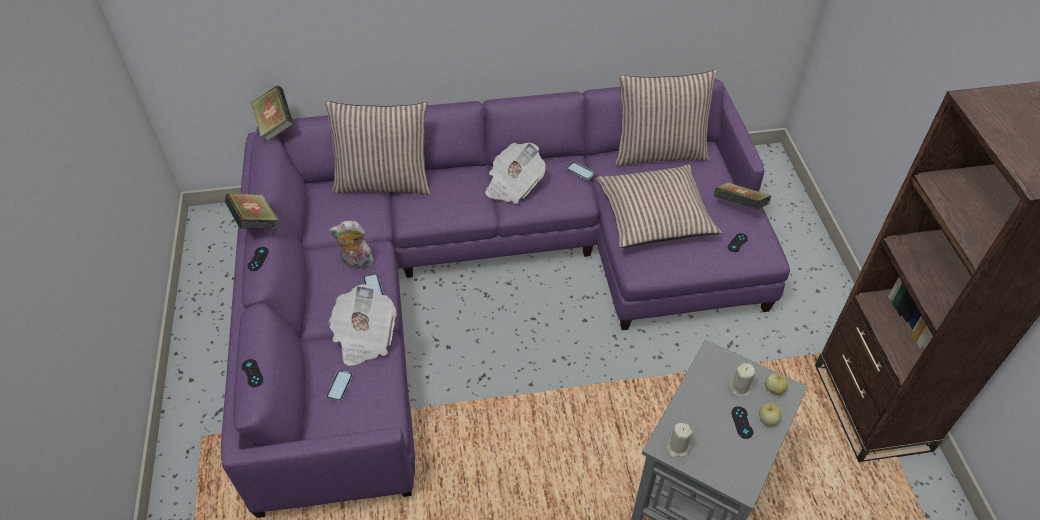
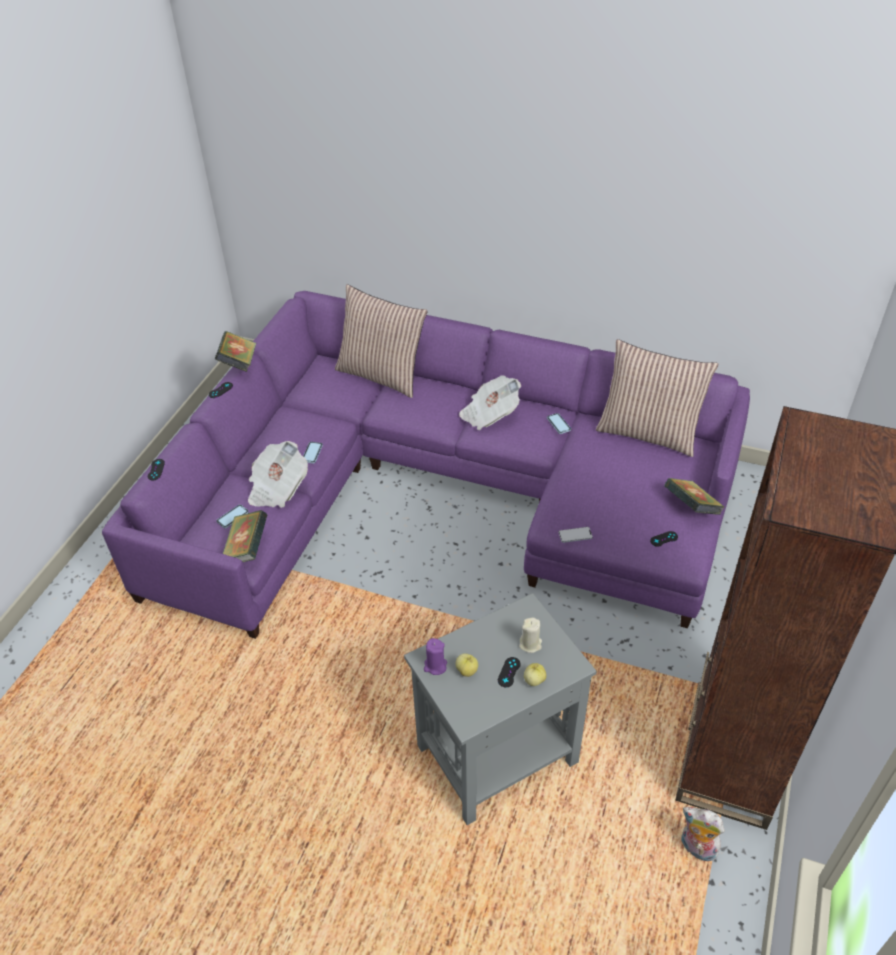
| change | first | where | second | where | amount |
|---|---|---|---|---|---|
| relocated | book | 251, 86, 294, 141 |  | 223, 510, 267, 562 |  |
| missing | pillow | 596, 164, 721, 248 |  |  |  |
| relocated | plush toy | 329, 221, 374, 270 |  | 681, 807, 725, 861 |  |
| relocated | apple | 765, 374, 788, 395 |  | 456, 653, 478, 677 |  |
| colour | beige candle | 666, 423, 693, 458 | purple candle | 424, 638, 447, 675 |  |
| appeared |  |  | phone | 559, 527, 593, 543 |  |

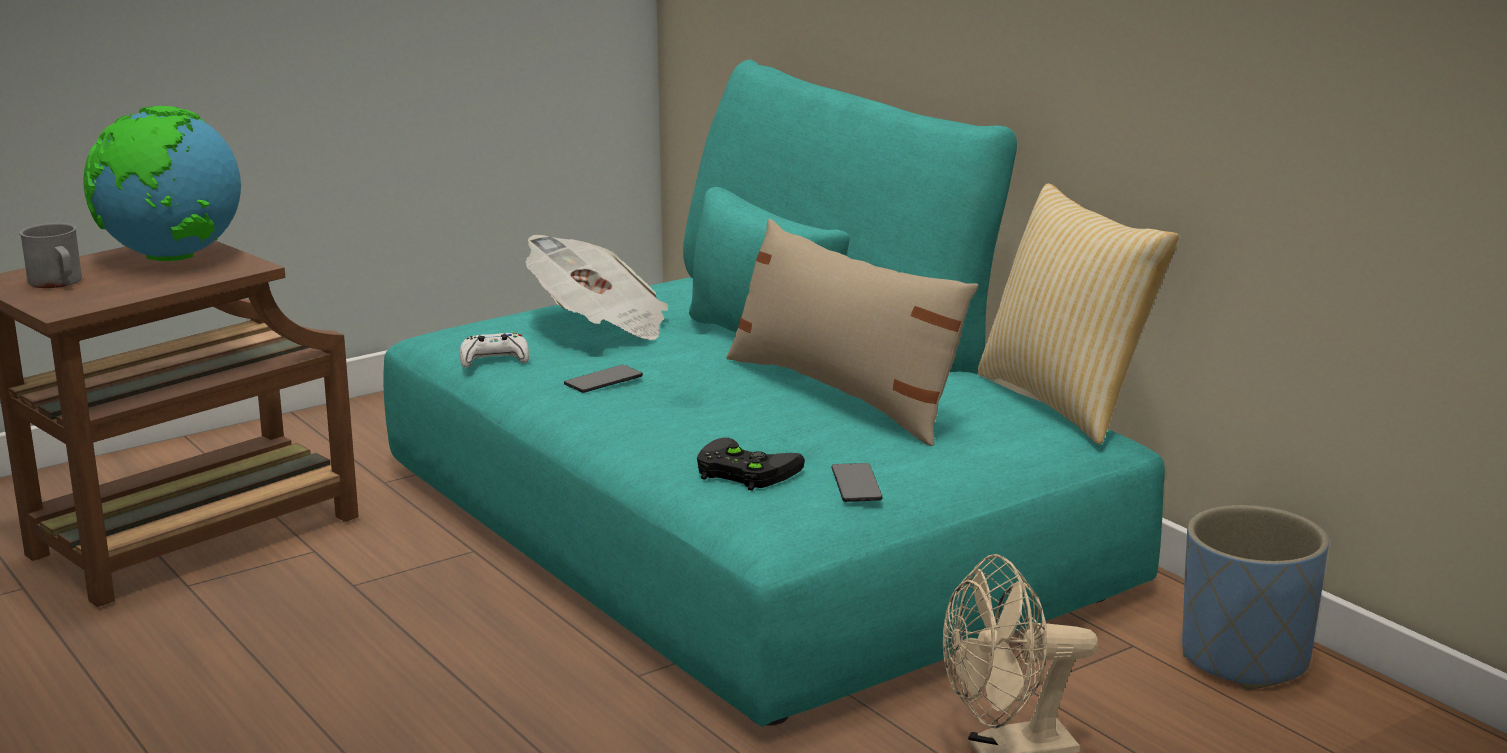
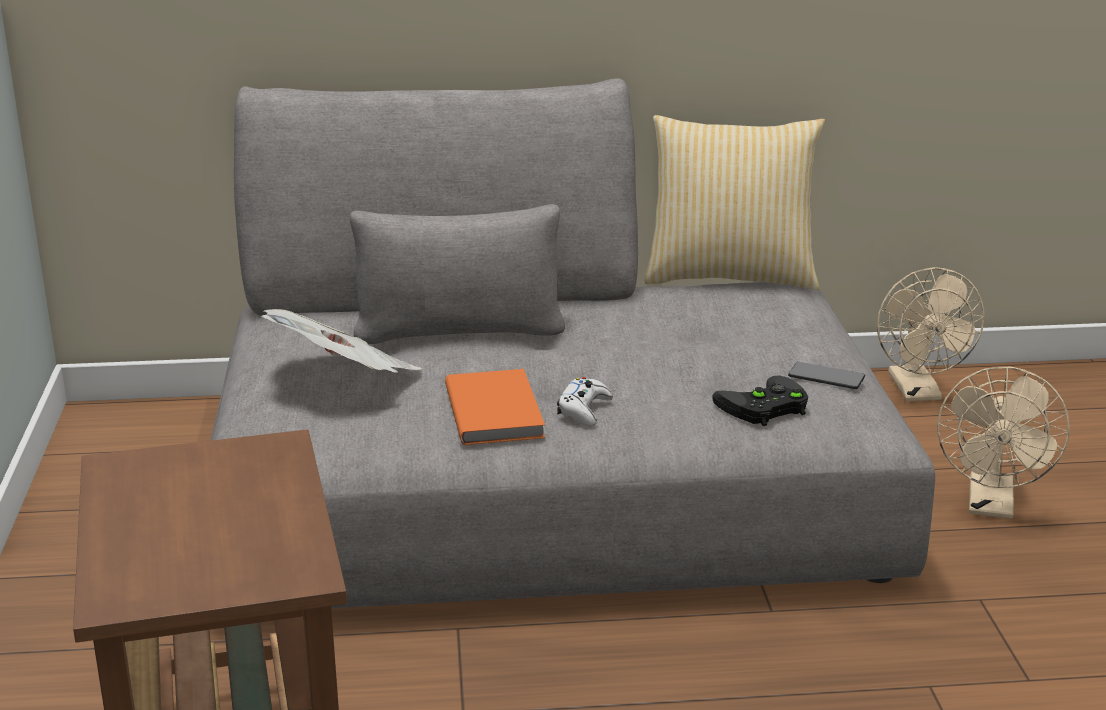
| change | first | where | second | where | amount |
|---|---|---|---|---|---|
| colour | turquoise sofa | 383, 60, 1165, 727 | grey sofa | 210, 78, 935, 608 |  |
| missing | globe | 83, 106, 241, 261 |  |  |  |
| missing | beige pillow | 726, 219, 979, 446 |  |  |  |
| missing | grey mug | 19, 223, 82, 288 |  |  |  |
| relocated | white game controller | 460, 332, 529, 368 |  | 557, 377, 613, 427 |  |
| exchanged | phone | 564, 365, 643, 393 | orange book | 445, 369, 545, 445 |  |
| exchanged | blue planter | 1182, 505, 1329, 690 | beige fan | 877, 267, 984, 401 |  |

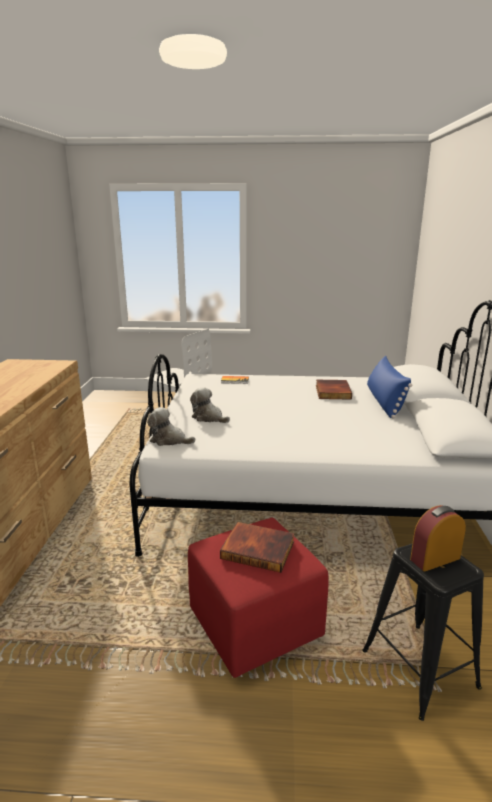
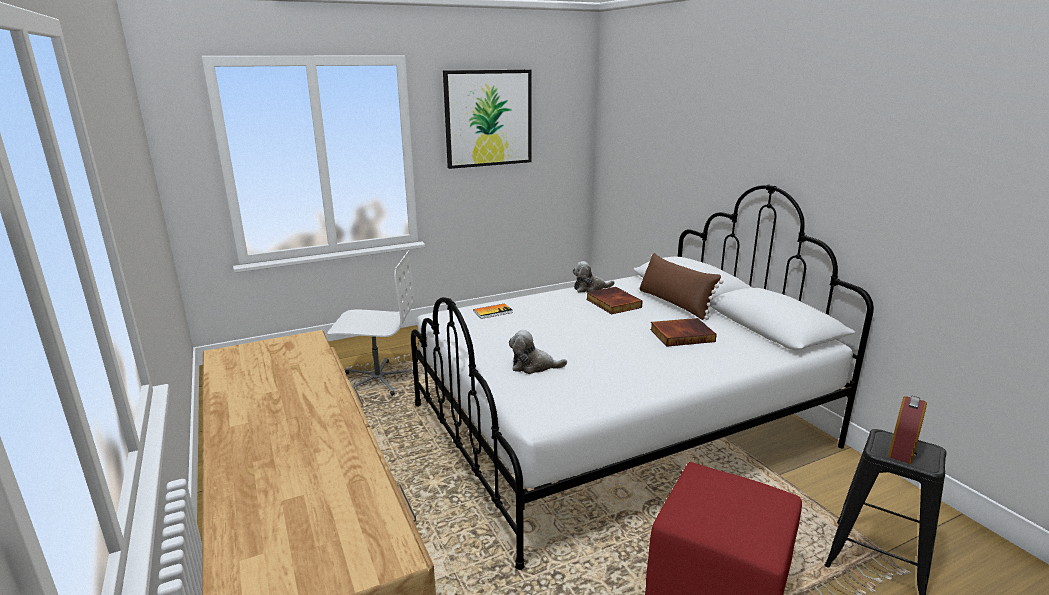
| change | first | where | second | where | amount |
|---|---|---|---|---|---|
| colour | blue pillow | 367, 356, 412, 419 | brown pillow | 639, 253, 723, 320 |  |
| relocated | plush toy | 147, 407, 195, 446 |  | 572, 261, 615, 293 |  |
| relocated | book | 220, 522, 294, 573 |  | 650, 318, 717, 347 |  |
| appeared |  |  | picture | 443, 70, 532, 169 |  |

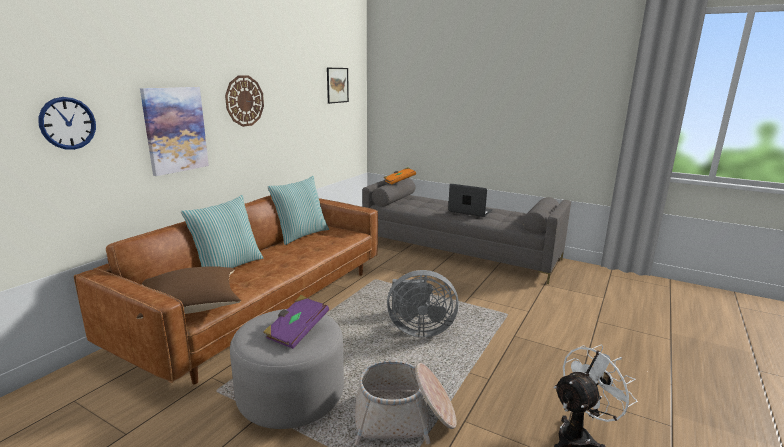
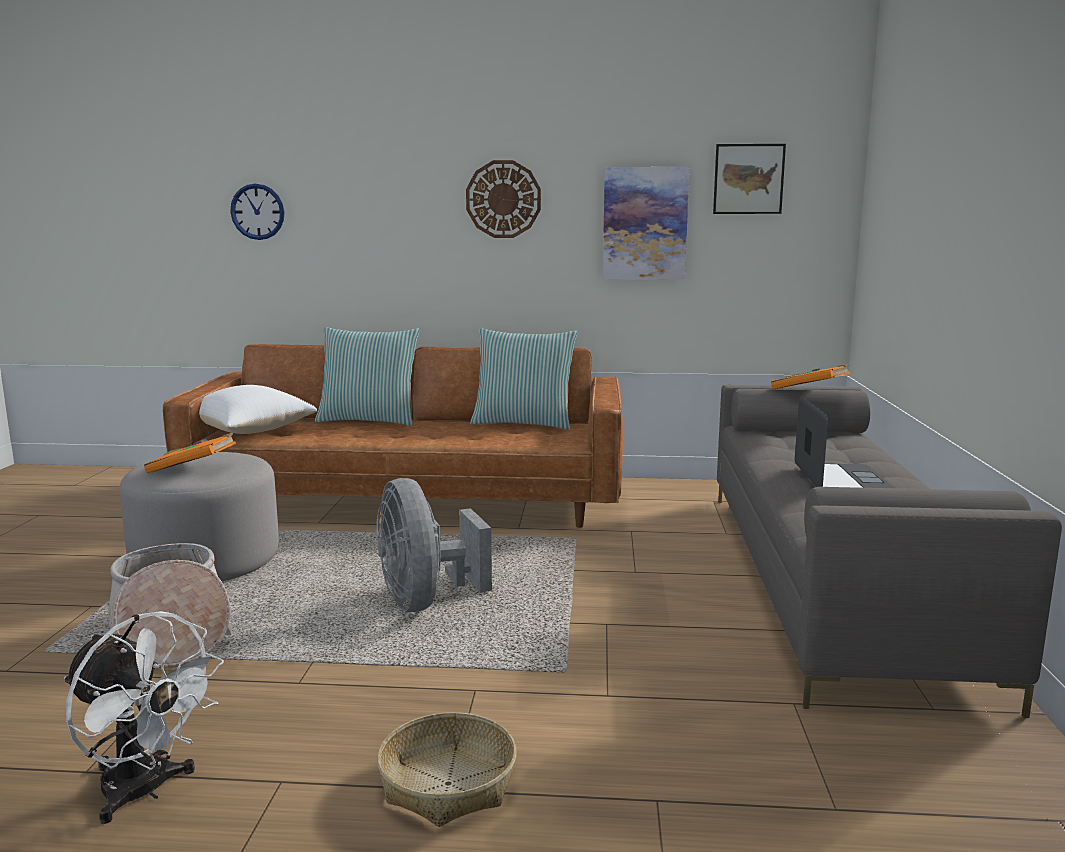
| change | first | where | second | where | amount |
|---|---|---|---|---|---|
| relocated | picture | 140, 87, 209, 176 |  | 603, 167, 689, 280 |  |
| colour | brown pillow | 136, 266, 241, 319 | white pillow | 199, 385, 317, 434 |  |
| colour | purple book | 263, 295, 329, 349 | orange book | 144, 433, 236, 473 |  |
| appeared |  |  | basket | 377, 712, 517, 827 |  |

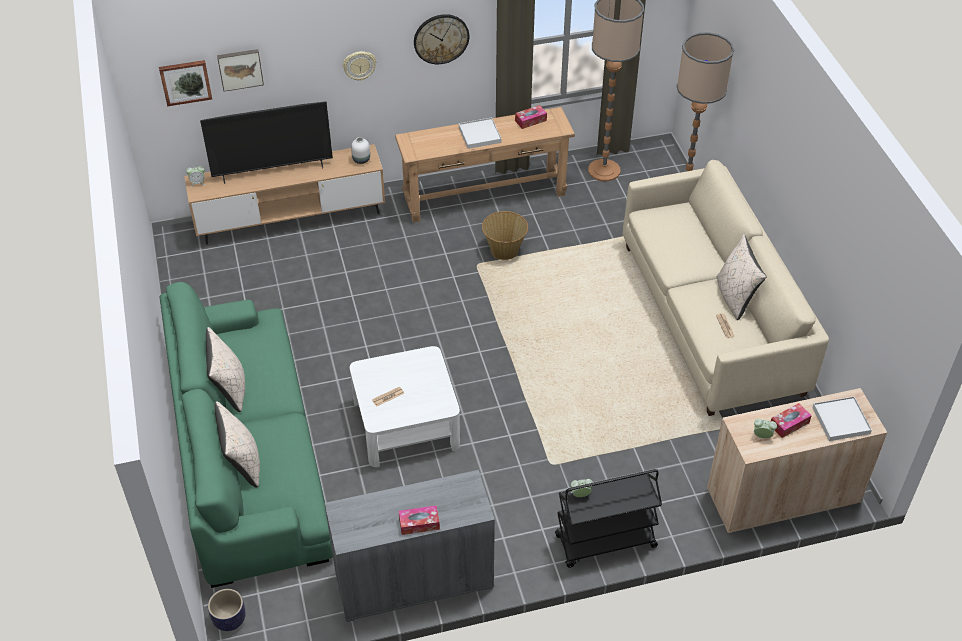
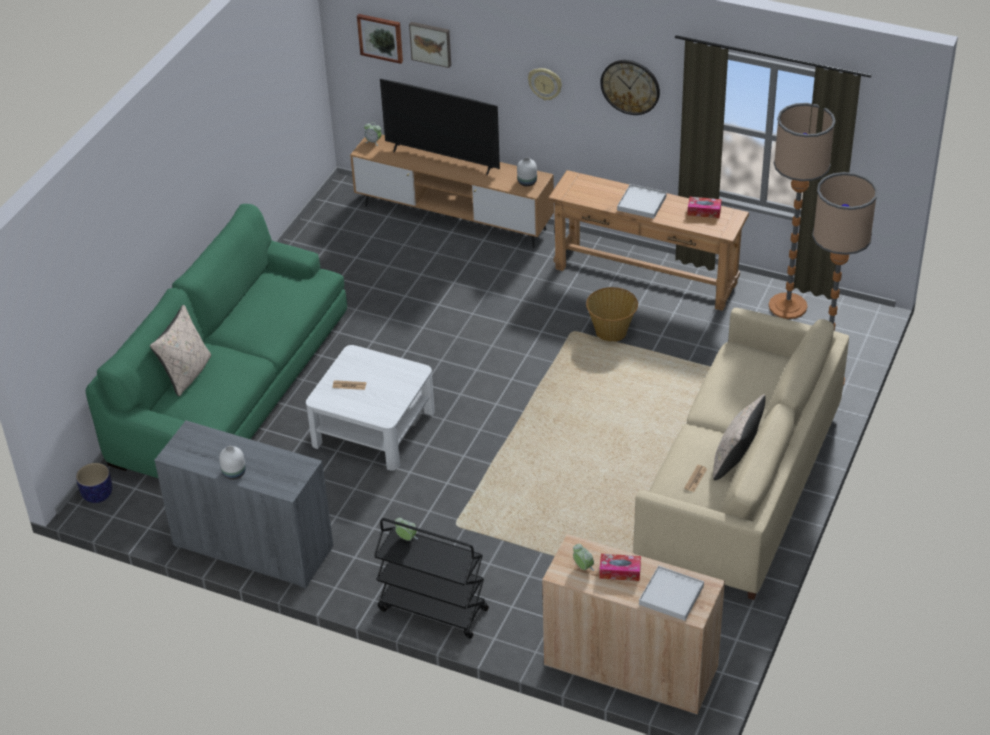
| change | first | where | second | where | amount |
|---|---|---|---|---|---|
| missing | beige pillow | 206, 327, 245, 412 |  |  |  |
| exchanged | tissue box | 399, 505, 440, 535 | white vase | 219, 446, 246, 480 |  |

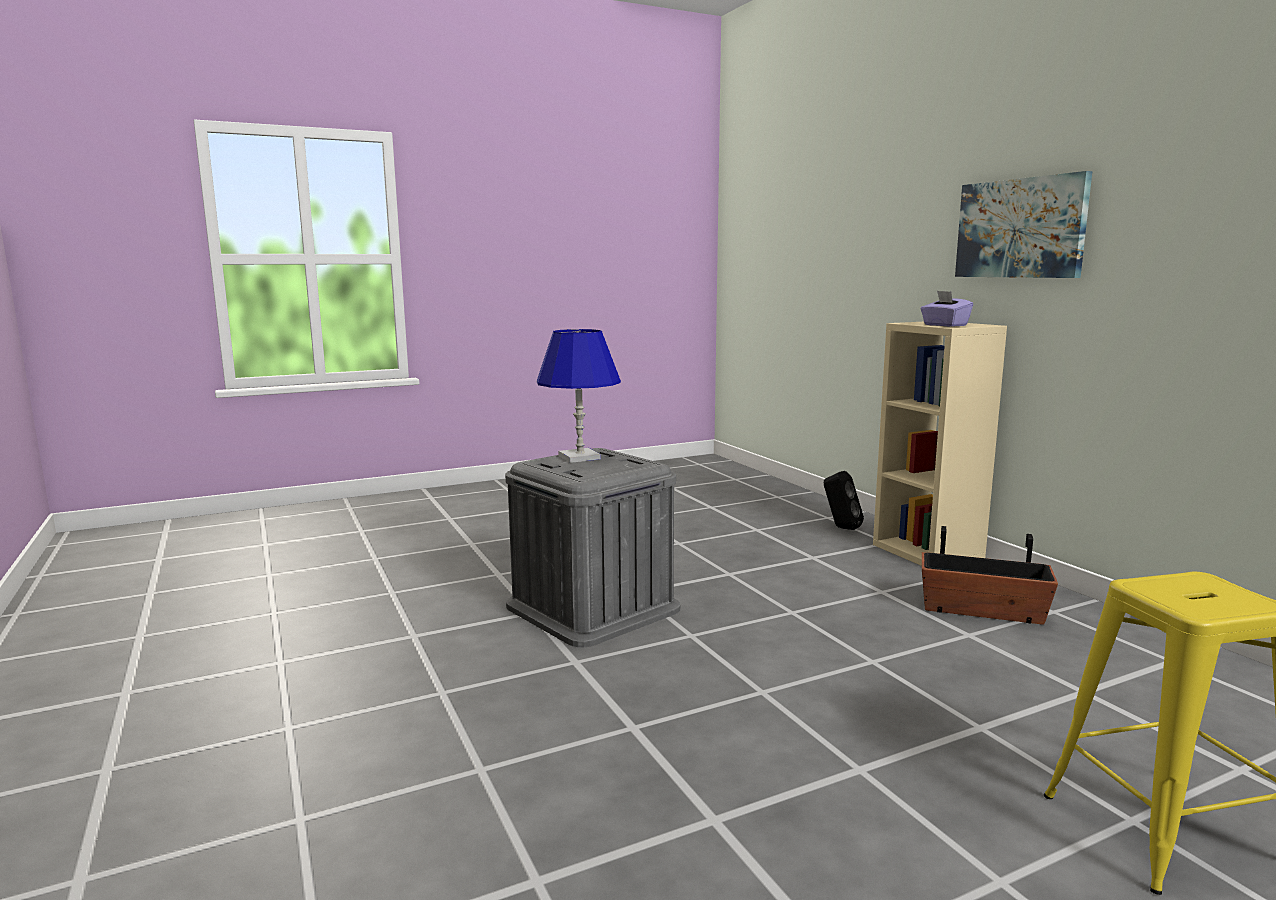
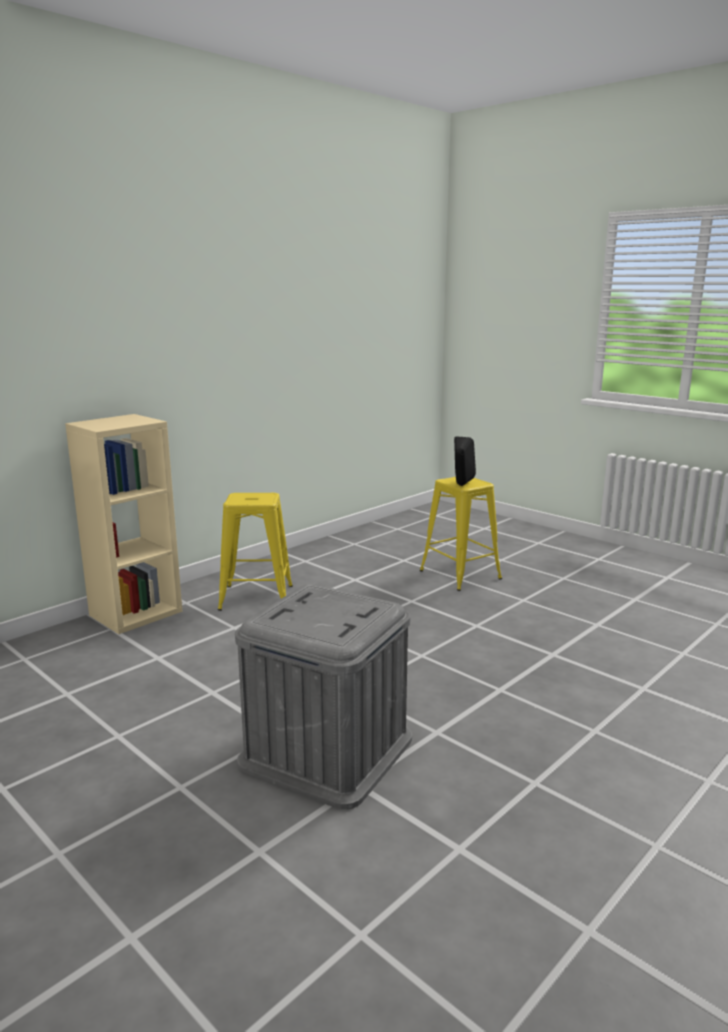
| change | first | where | second | where | amount |
|---|---|---|---|---|---|
| missing | picture | 955, 171, 1092, 278 |  |  |  |
| missing | purple tissue box | 920, 291, 973, 327 |  |  |  |
| missing | blue table lamp | 537, 329, 621, 463 |  |  |  |
| relocated | black speaker | 824, 471, 864, 530 |  | 454, 437, 476, 486 |  |
| exchanged | planter | 922, 526, 1058, 625 | yellow stool | 218, 493, 293, 611 |  |

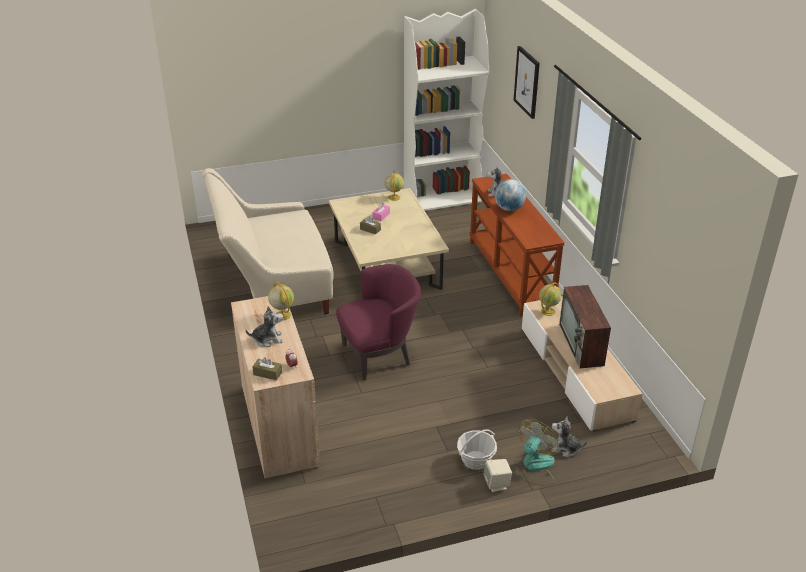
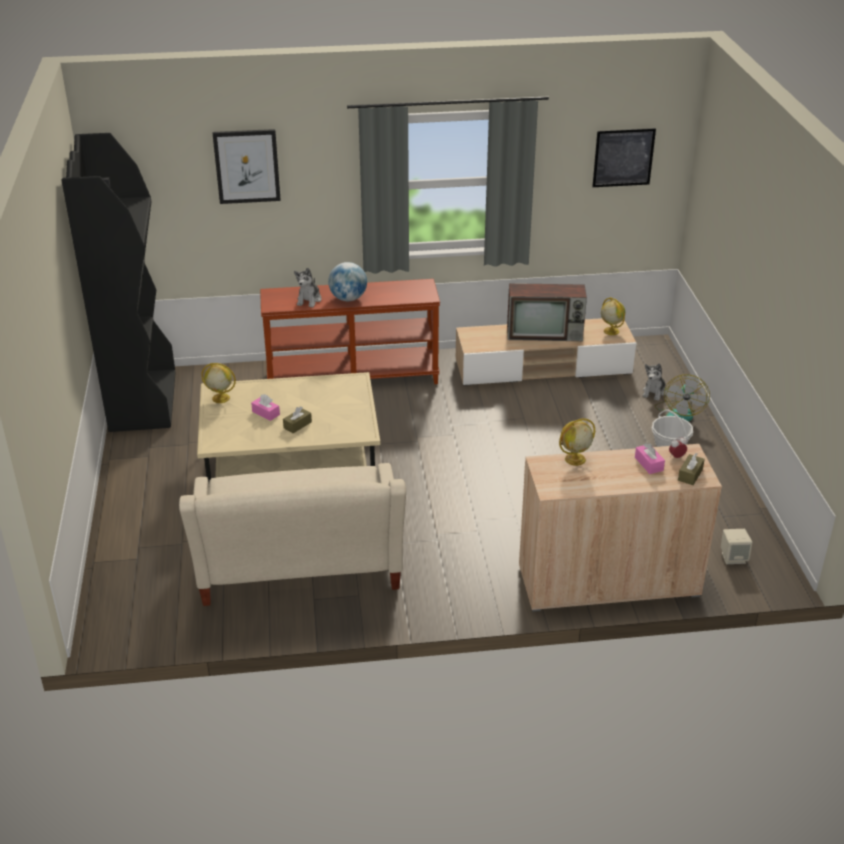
| change | first | where | second | where | amount |
|---|---|---|---|---|---|
| colour | white bookcase | 404, 9, 489, 211 | black bookcase | 61, 133, 176, 432 |  |
| missing | purple armchair | 336, 264, 421, 380 |  |  |  |
| relocated | globe | 539, 282, 562, 316 |  | 601, 297, 625, 335 |  |
| missing | plush toy | 246, 306, 283, 347 |  |  |  |
| spun | fan | 516, 419, 558, 485 |  | 655, 374, 710, 421 | 120 degrees counterclockwise |
| relocated | beige speaker | 484, 459, 512, 492 |  | 721, 529, 753, 564 |  |
| appeared |  |  | picture | 592, 128, 656, 187 |  |
| appeared |  |  | pink tissue box | 635, 443, 665, 474 |  |

